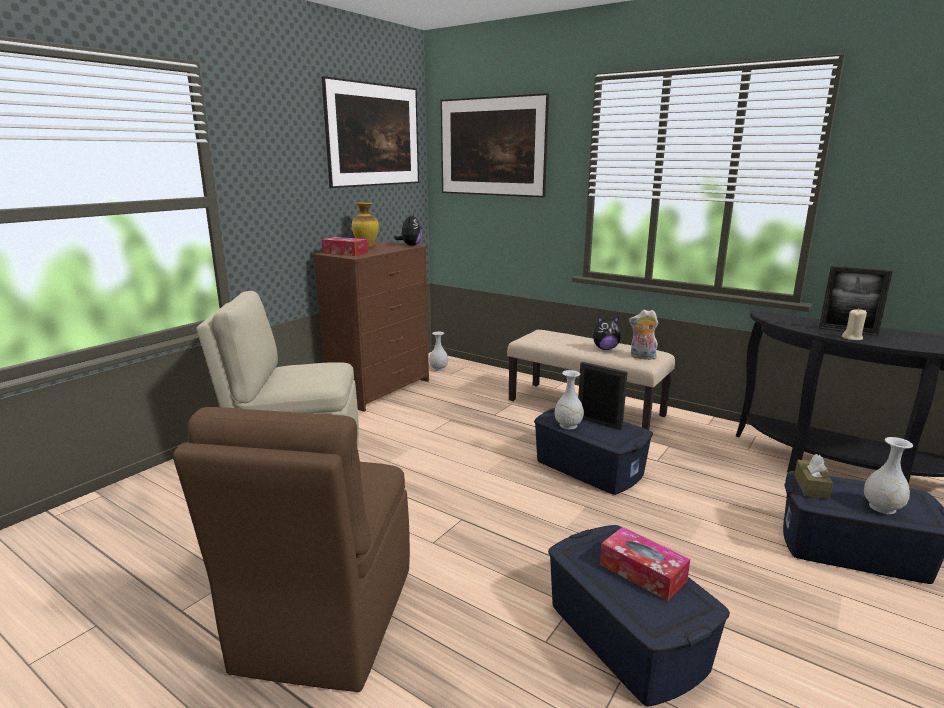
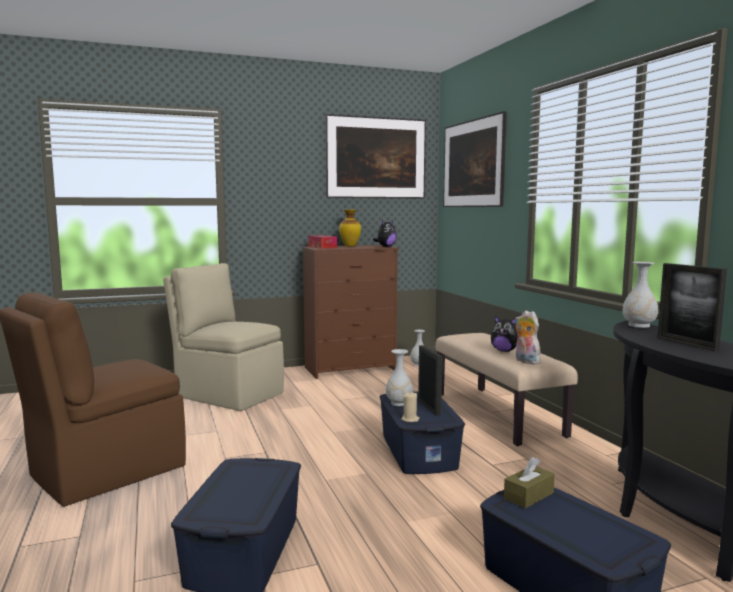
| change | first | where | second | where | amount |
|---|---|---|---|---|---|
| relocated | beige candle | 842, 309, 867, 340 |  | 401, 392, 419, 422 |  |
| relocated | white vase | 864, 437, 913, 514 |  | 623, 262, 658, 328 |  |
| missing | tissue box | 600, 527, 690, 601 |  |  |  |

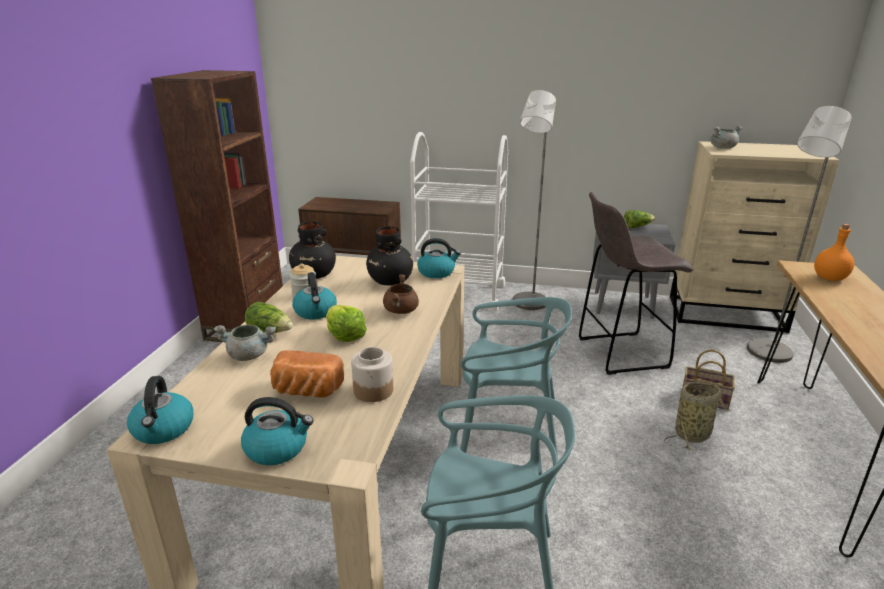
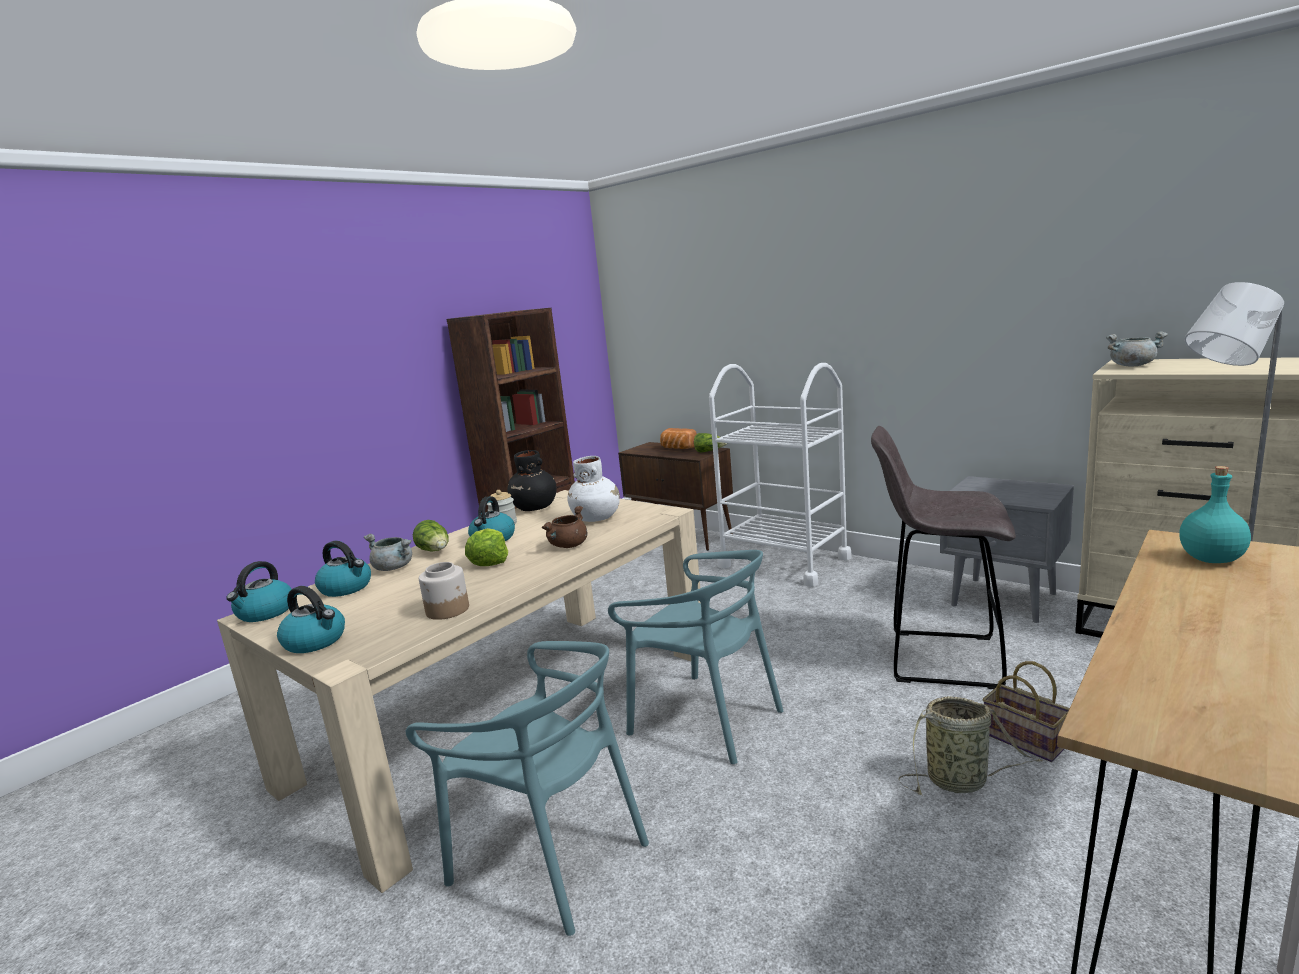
| change | first | where | second | where | amount |
|---|---|---|---|---|---|
| missing | grey floor lamp | 513, 90, 556, 310 |  |  |  |
| relocated | lettuce | 624, 210, 655, 228 |  | 694, 433, 727, 452 |  |
| colour | orange bottle | 814, 224, 854, 281 | turquoise bottle | 1179, 466, 1251, 563 |  |
| colour | black vase | 366, 226, 413, 285 | white vase | 567, 456, 620, 522 |  |
| relocated | kettle | 417, 238, 461, 278 |  | 315, 541, 371, 597 |  |
| relocated | bread | 270, 350, 344, 398 |  | 660, 428, 697, 449 |  |

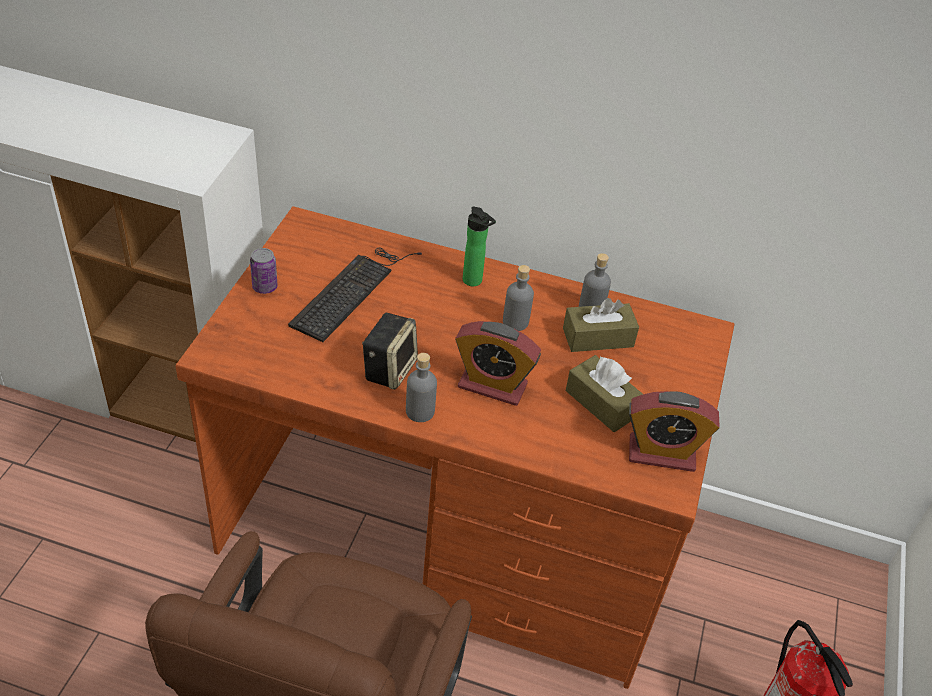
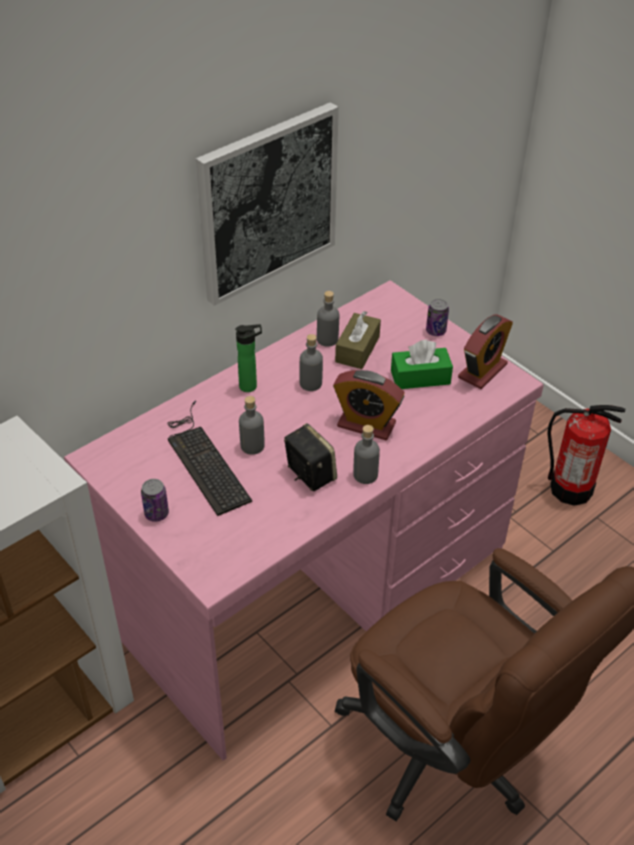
| change | first | where | second | where | amount |
|---|---|---|---|---|---|
| colour | brown desk | 175, 206, 735, 689 | pink desk | 64, 280, 544, 761 |  |
| spun | alarm clock | 455, 321, 541, 406 |  | 333, 370, 405, 440 | 60 degrees clockwise |
| colour | brown tissue box | 566, 355, 643, 432 | green tissue box | 391, 340, 453, 389 |  |
| appeared |  |  | picture | 196, 102, 339, 306 |  |
| appeared |  |  | can | 426, 299, 449, 336 |  |
| appeared |  |  | grey bottle | 239, 396, 265, 455 |  |

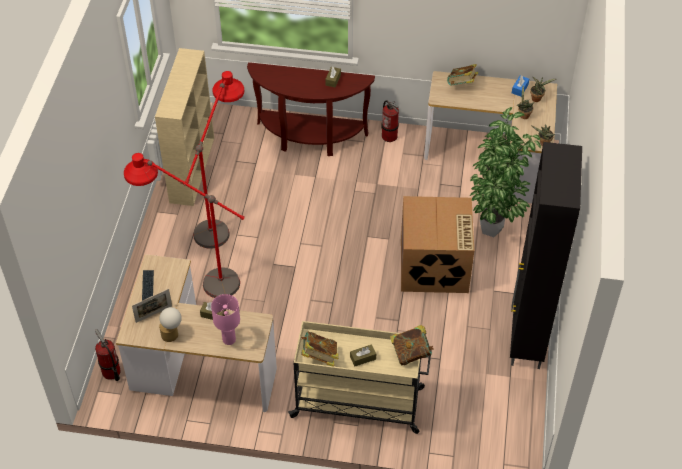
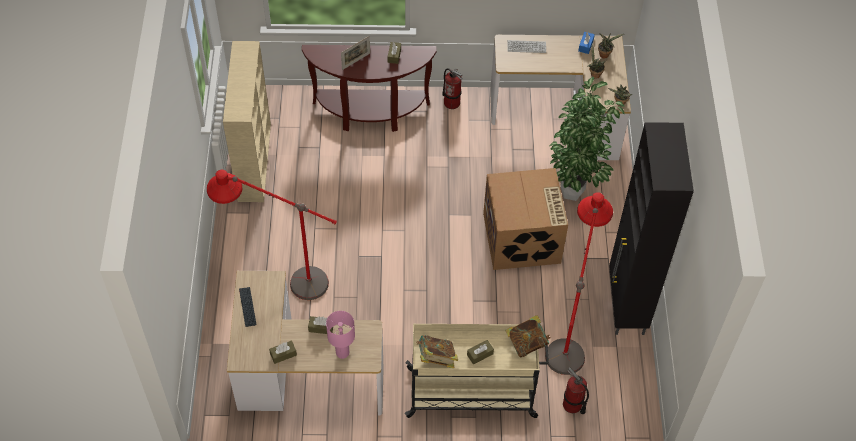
| change | first | where | second | where | amount |
|---|---|---|---|---|---|
| exchanged | book | 447, 64, 478, 86 | keyboard | 508, 40, 546, 53 |  |
| relocated | red floor lamp | 185, 71, 244, 249 |  | 545, 192, 613, 375 |  |
| relocated | picture frame | 132, 289, 172, 323 |  | 341, 36, 370, 70 |  |
| exchanged | table lamp | 159, 307, 182, 342 | brown tissue box | 269, 340, 297, 364 |  |
| relocated | fire extinguisher | 95, 329, 121, 381 |  | 563, 367, 589, 414 |  |

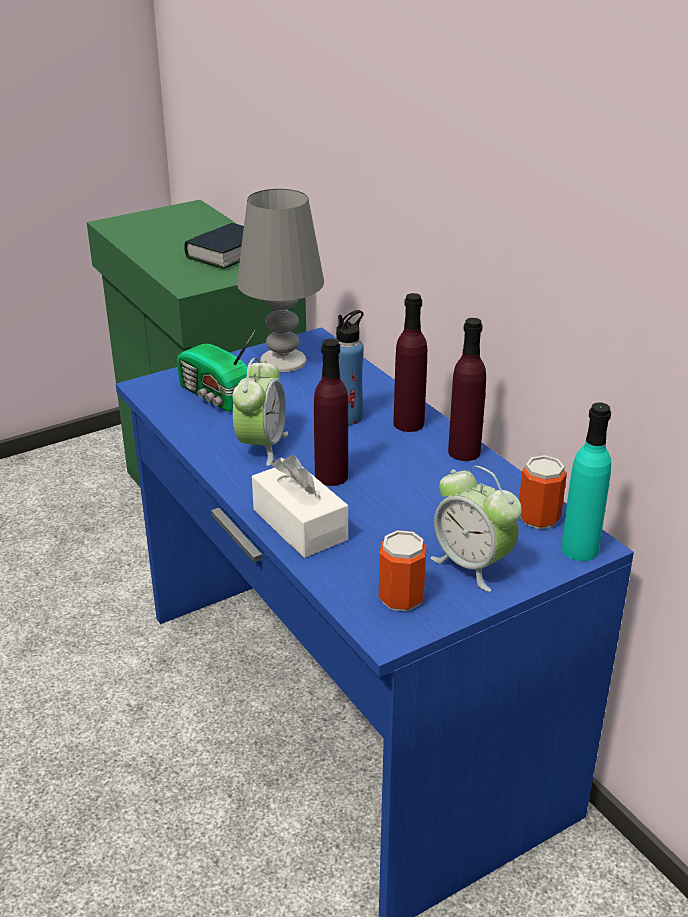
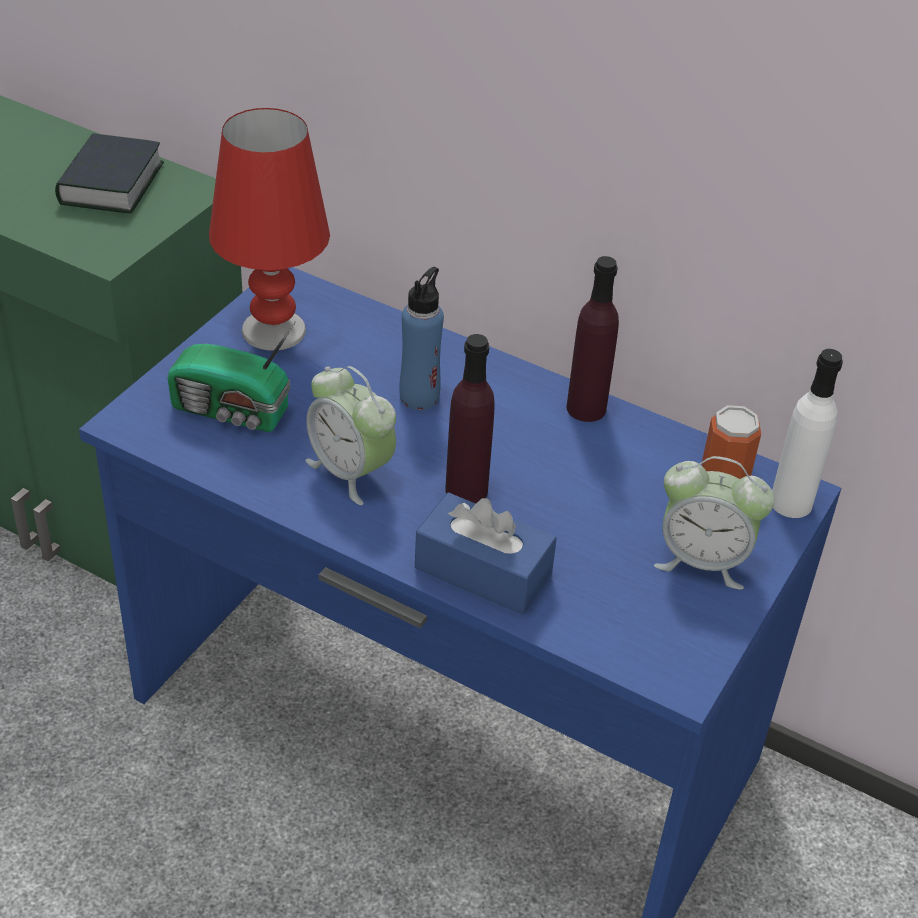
| change | first | where | second | where | amount |
|---|---|---|---|---|---|
| colour | grey table lamp | 237, 189, 324, 372 | red table lamp | 209, 108, 330, 351 |  |
| missing | purple bottle | 393, 293, 427, 432 |  |  |  |
| spun | alarm clock | 232, 358, 288, 466 |  | 306, 366, 396, 505 | 150 degrees clockwise |
| colour | turquoise bottle | 561, 403, 611, 561 | white bottle | 772, 349, 843, 518 |  |
| colour | white tissue box | 252, 455, 348, 558 | blue tissue box | 415, 492, 557, 615 |  |
| missing | can | 379, 530, 427, 611 |  |  |  |

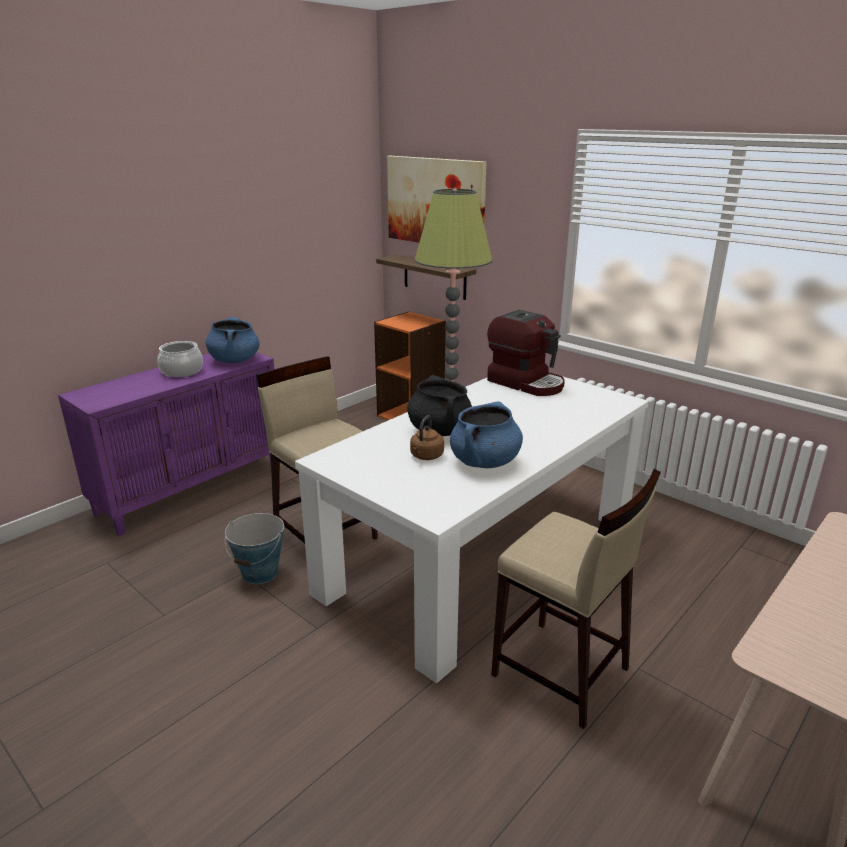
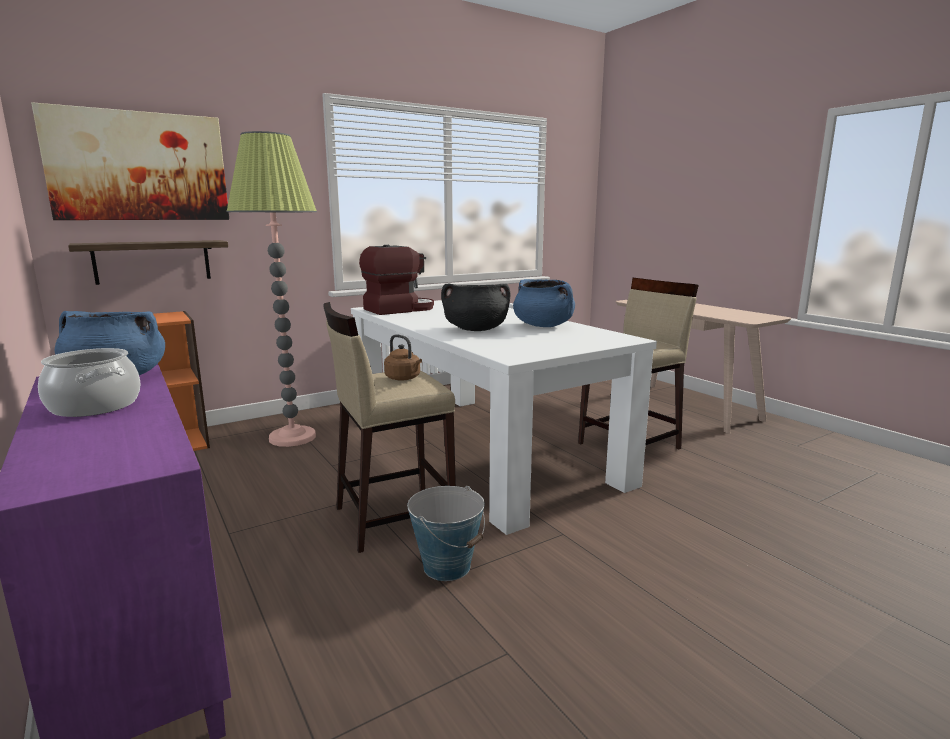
| change | first | where | second | where | amount |
|---|---|---|---|---|---|
| relocated | brown kettle | 410, 415, 444, 460 |  | 384, 334, 422, 381 |  |

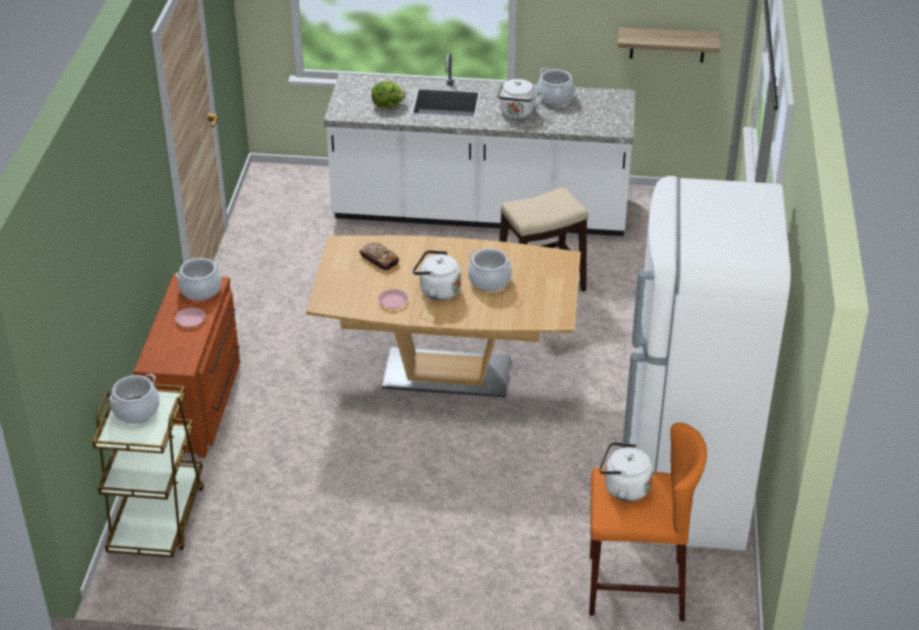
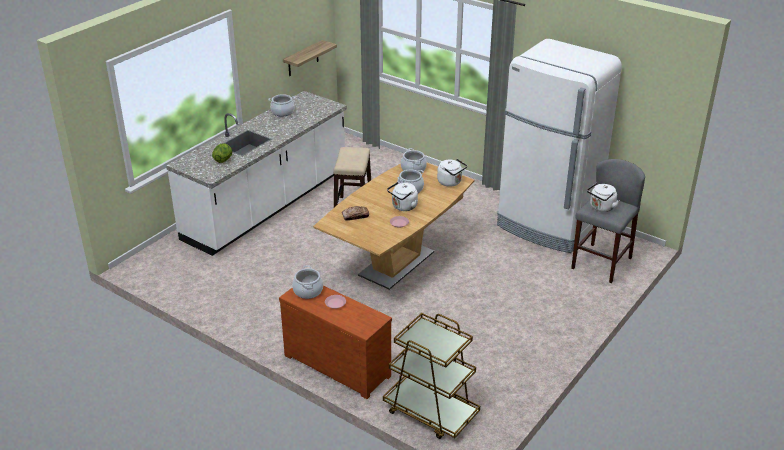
| change | first | where | second | where | amount |
|---|---|---|---|---|---|
| relocated | white kettle | 498, 79, 544, 119 |  | 437, 159, 467, 187 |  |
| relocated | cooking pot | 109, 374, 160, 424 |  | 401, 148, 427, 173 |  |
| colour | orange stool | 589, 423, 707, 621 | grey stool | 571, 159, 645, 283 |  |

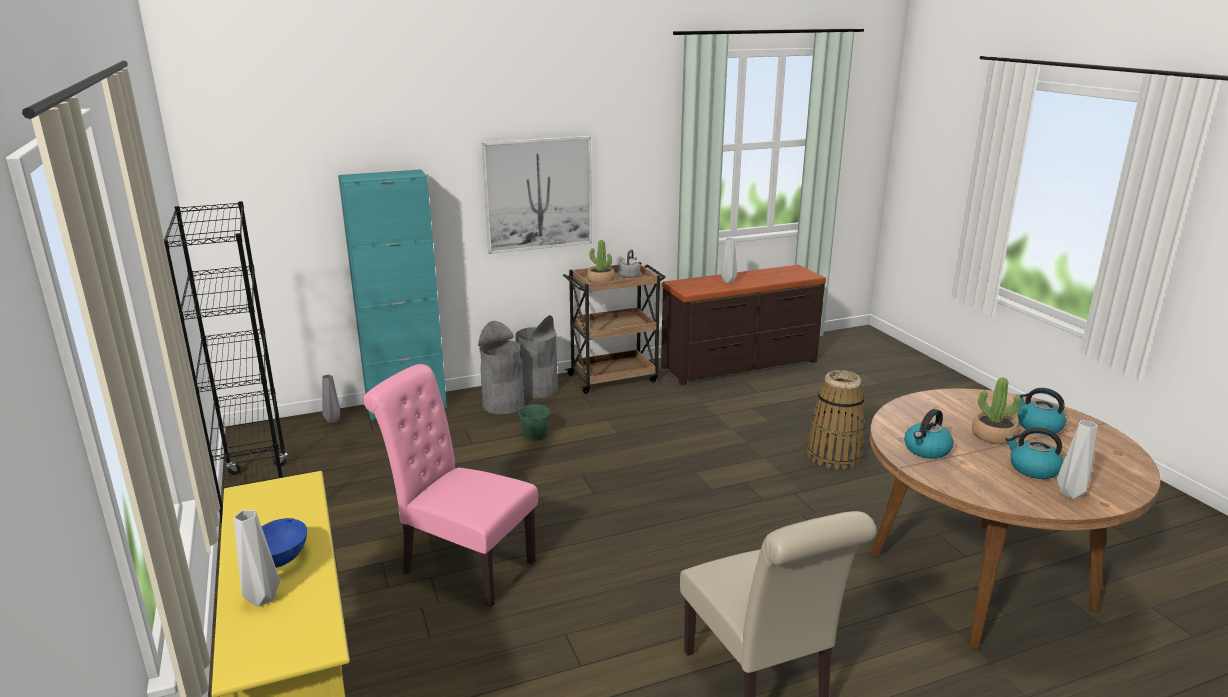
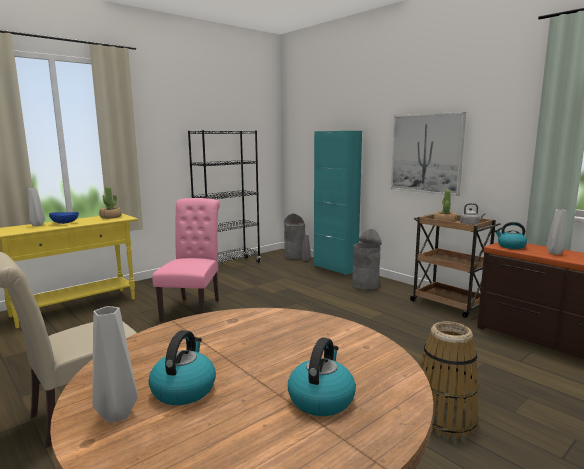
| change | first | where | second | where | amount |
|---|---|---|---|---|---|
| relocated | grey trash can | 515, 315, 558, 398 |  | 284, 214, 306, 259 |  |
| relocated | potted plant | 972, 377, 1022, 445 |  | 99, 186, 122, 219 |  |
| missing | green bucket | 518, 395, 550, 441 |  |  |  |
| relocated | kettle | 904, 409, 953, 459 |  | 495, 222, 527, 249 |  |

